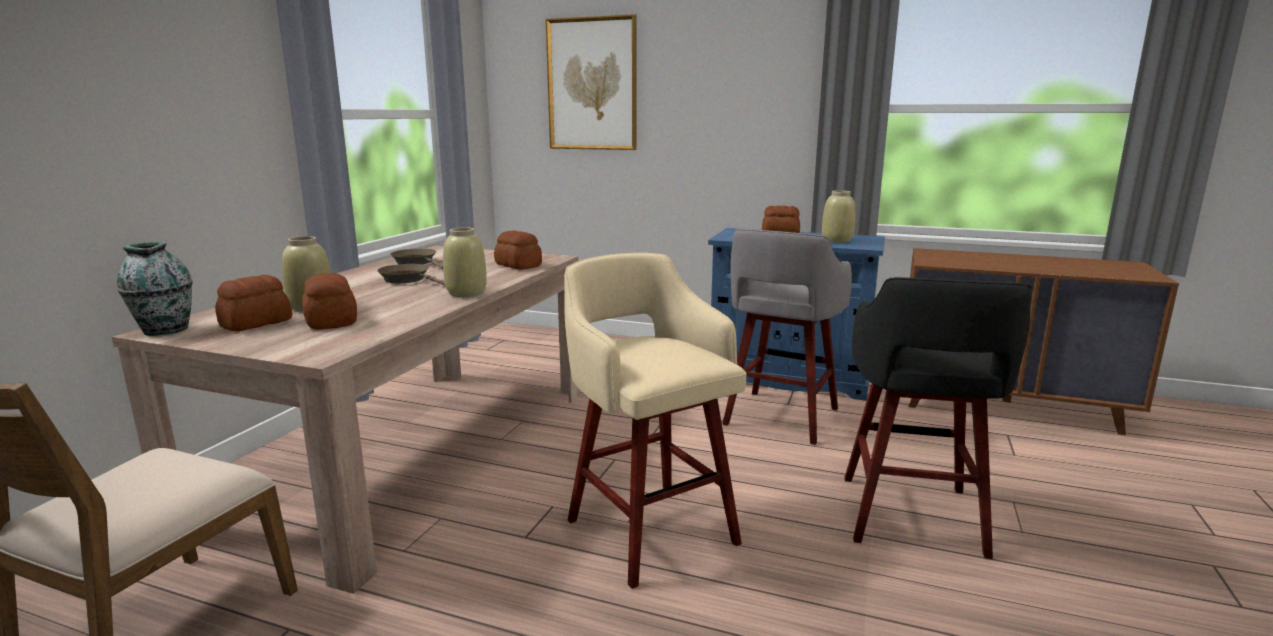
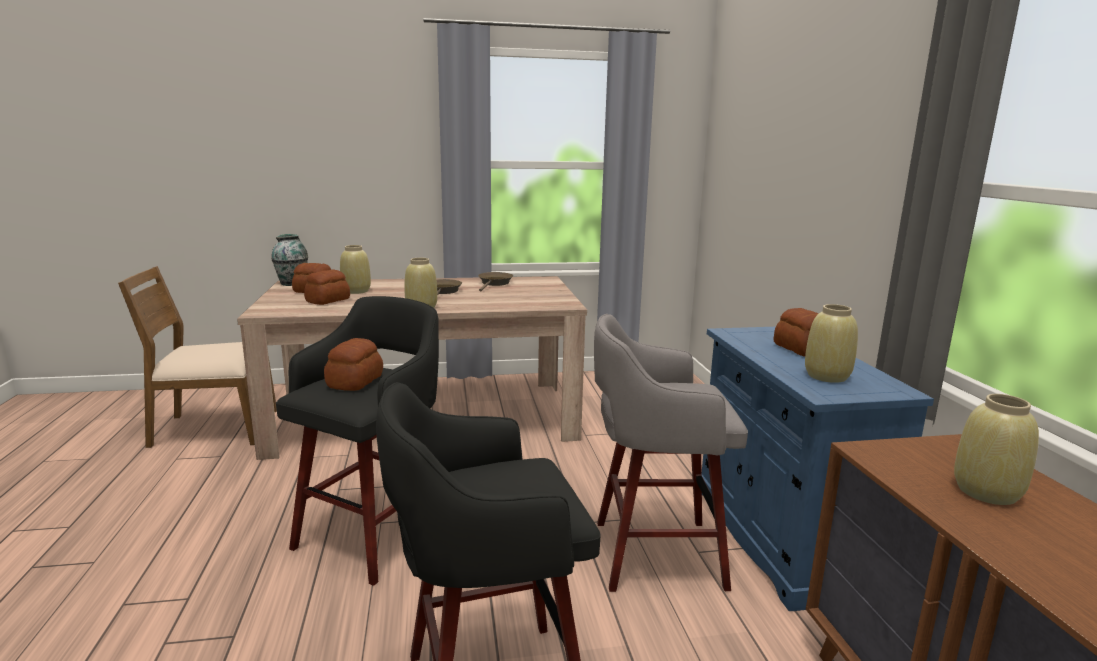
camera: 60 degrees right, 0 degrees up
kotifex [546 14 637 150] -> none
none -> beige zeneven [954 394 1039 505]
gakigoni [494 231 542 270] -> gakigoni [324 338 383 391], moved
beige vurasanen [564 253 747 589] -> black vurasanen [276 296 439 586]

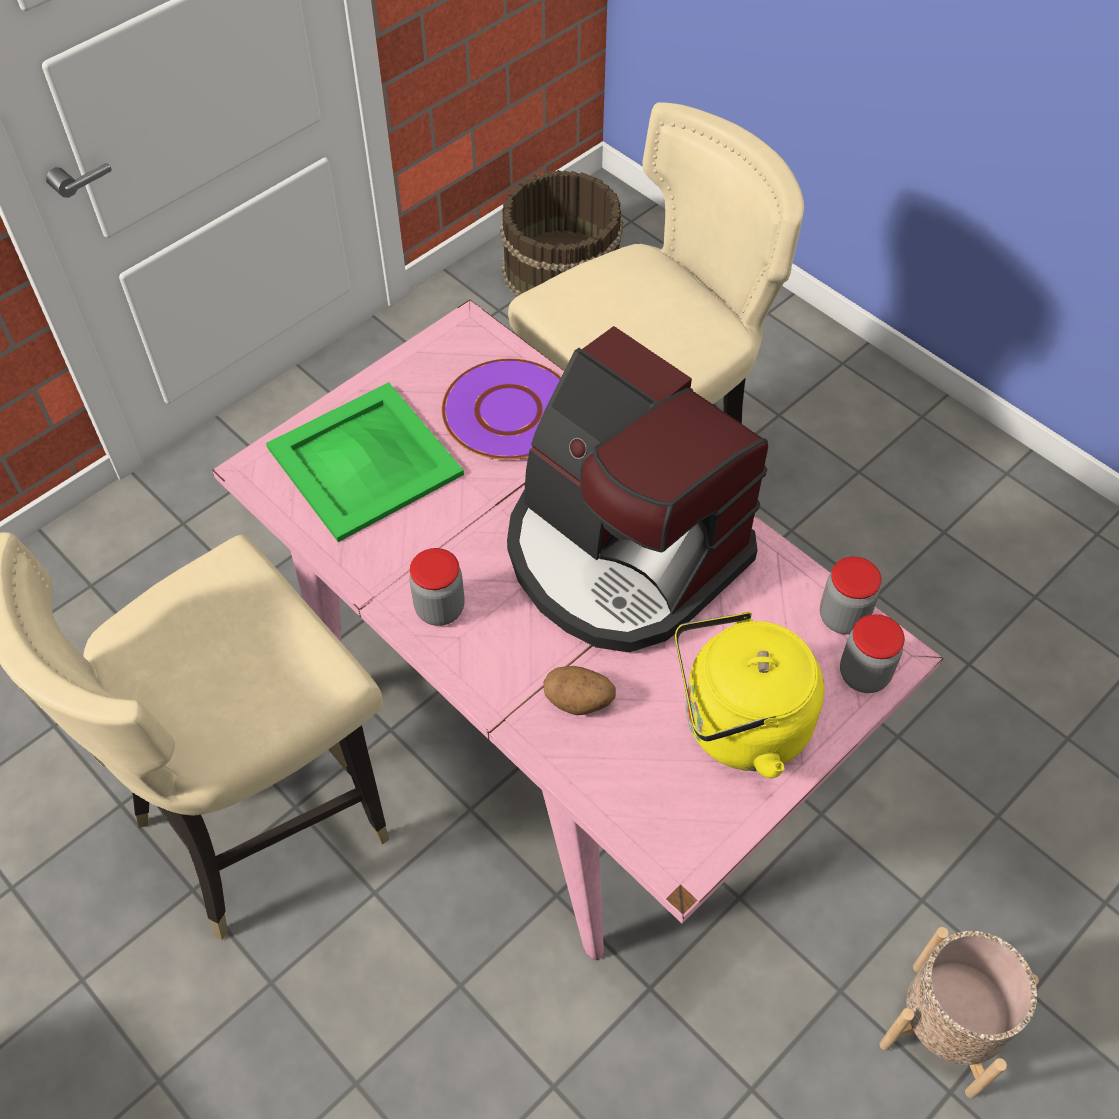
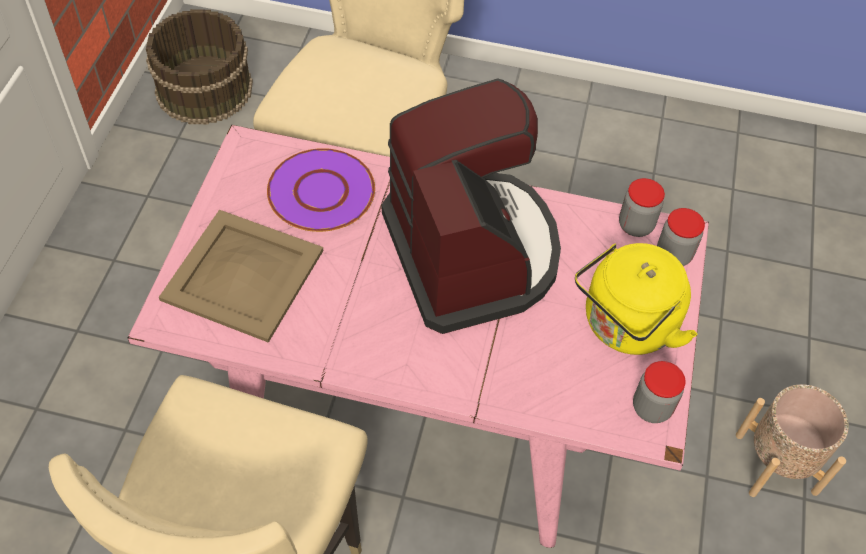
camera: 35 degrees left, 0 degrees up
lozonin [544 666 616 715] -> none
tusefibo [409 548 465 626] -> tusefibo [633 361 686 423], moved
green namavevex [266 382 464 542] -> beige namavevex [159 210 323 343]
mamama [507 326 768 652] -> mamama [382 78 561 334], 120 degrees counterclockwise

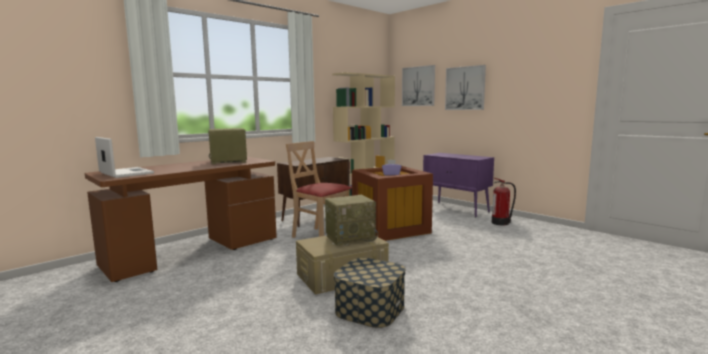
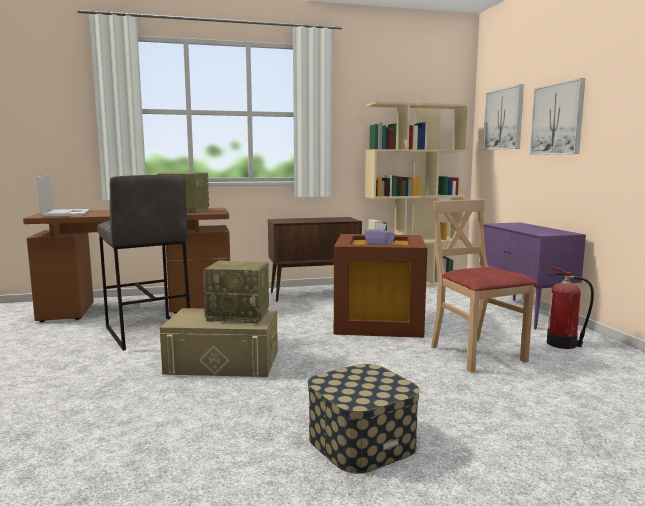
camera: 30 degrees right, 0 degrees up
none -> grey vurasanen [97 175 190 350]
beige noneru [286 141 351 238] -> beige noneru [431 199 537 373], moved
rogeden [334 258 406 328] -> rogeden [308 364 420 473], moved

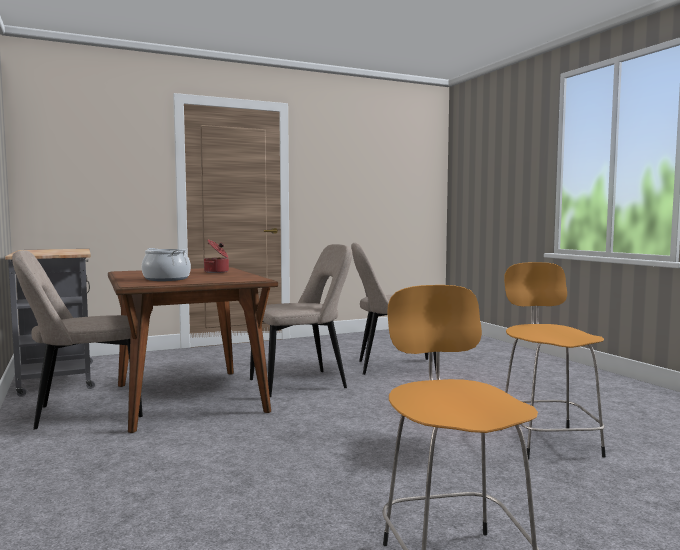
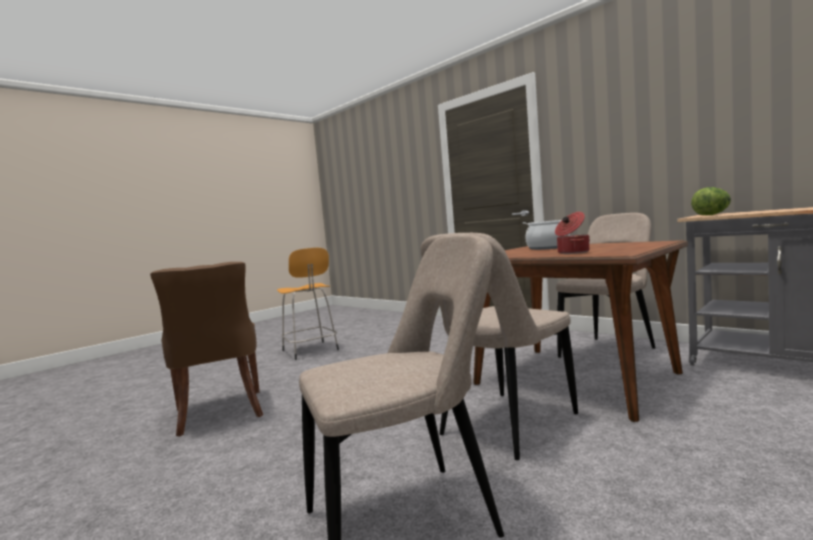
camera: 160 degrees right, 0 degrees up
none -> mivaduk [691 187 731 215]
orange vurasanen [501 262 606 460] -> brown noneru [150 262 263 436]

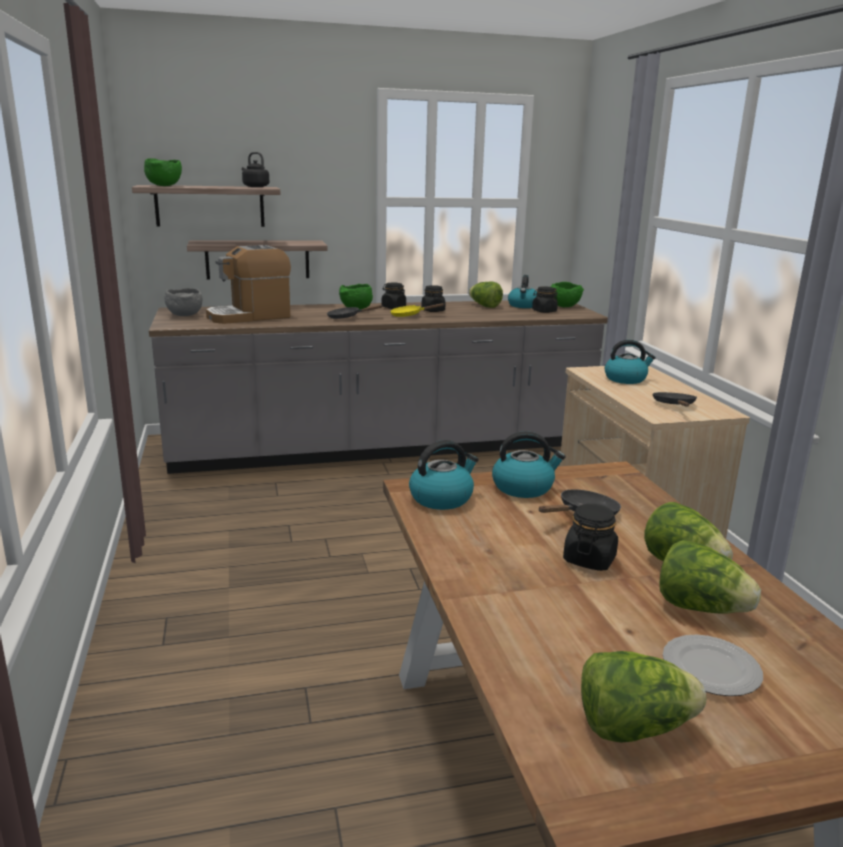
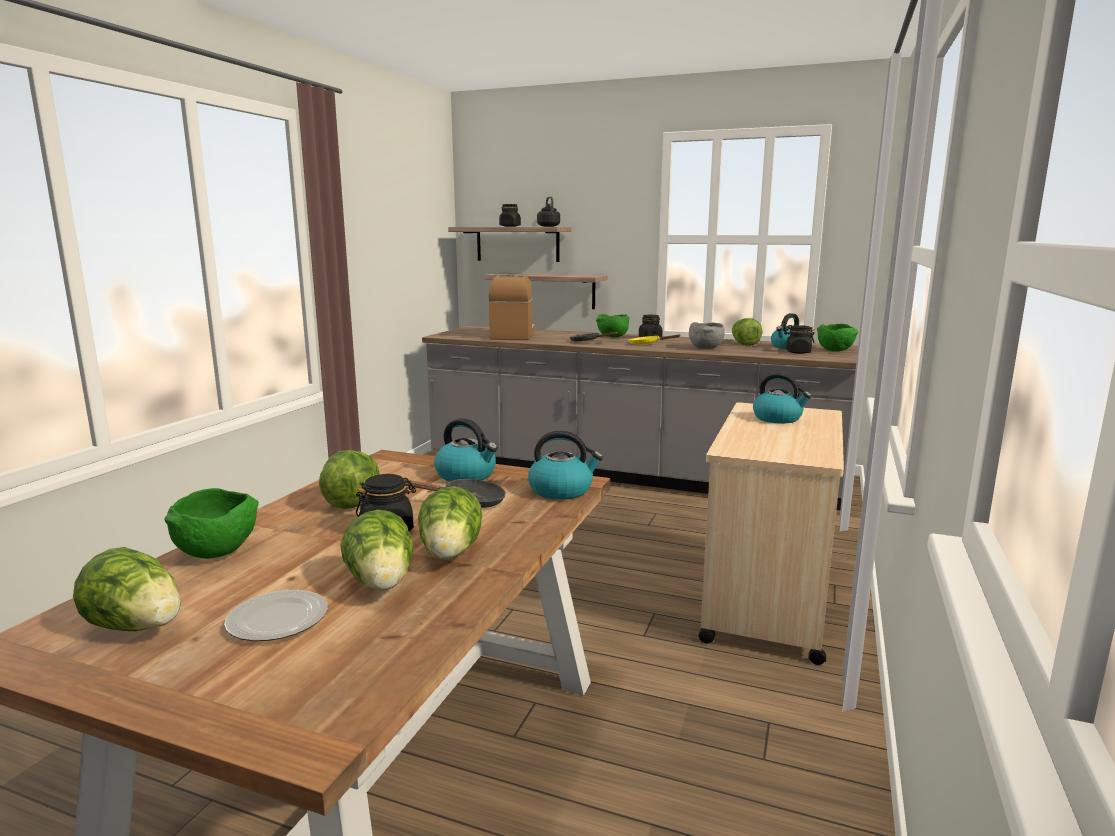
camera: 35 degrees right, 5 degrees down
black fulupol [652 392 697 407] -> none
none -> mivaduk [319 450 379 509]
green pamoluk [144 158 182 186] -> green pamoluk [164 488 259 559], moved
grey pamoluk [165 288 202 316] -> grey pamoluk [689 322 725 349], moved
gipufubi [409 440 479 510] -> gipufubi [528 431 603 500], moved
black tusefibo [421 285 445 312] -> black tusefibo [499 204 521 227], moved
mamama [206 245 291 324] -> mamama [489 274 535 340], 90 degrees clockwise

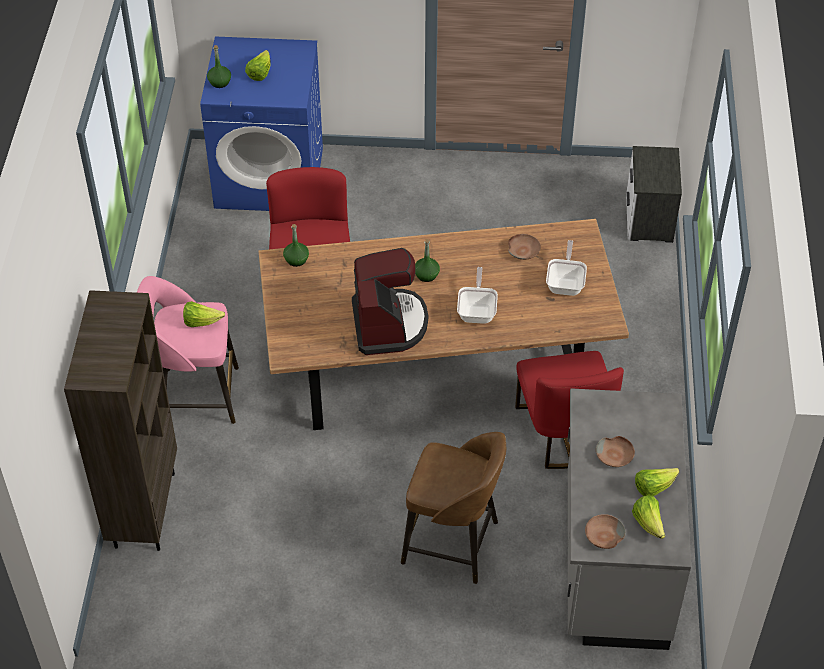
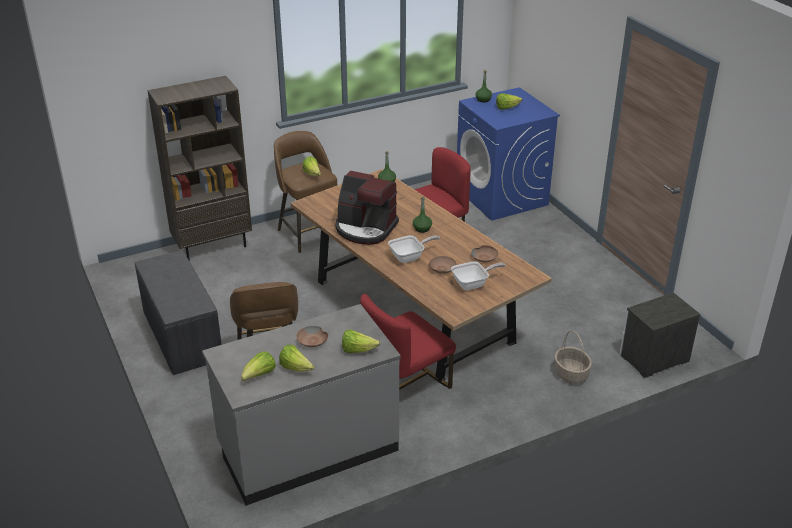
camera: 60 degrees right, 15 degrees down
none -> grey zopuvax [135 250 222 375]
none -> mivaduk [342 329 380 353]
none -> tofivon [555 330 592 384]
brown pamoluk [585 514 626 549] -> brown pamoluk [429 256 457 274], moved
pink vurasanen [137 276 239 424] -> brown vurasanen [274 131 337 253]
mamama [352 248 428 355] -> mamama [335 171 399 245], 60 degrees clockwise

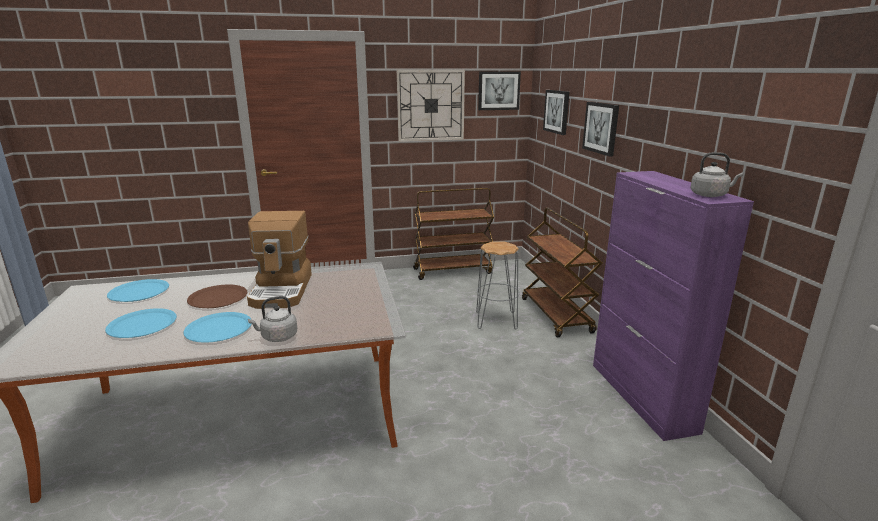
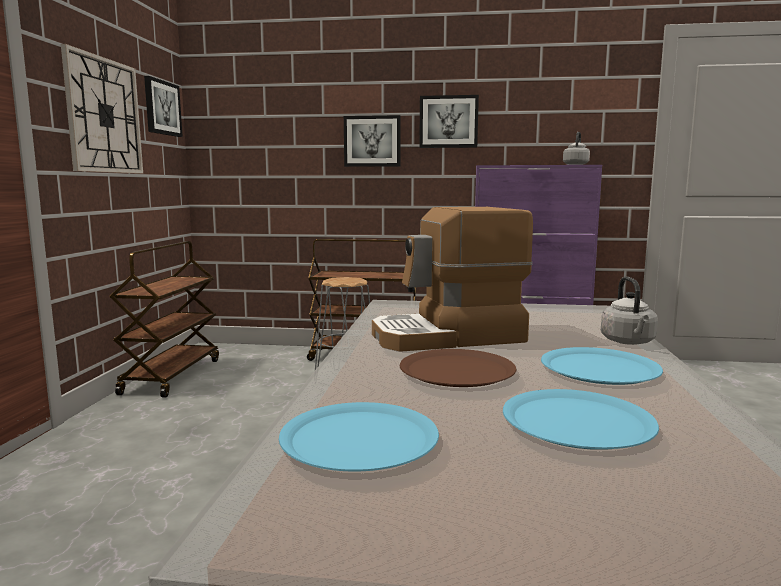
camera: 70 degrees left, 10 degrees down
kotifex [543 90 570 135] -> kotifex [419 95 479 148], moved
mamama [247 211 312 309] -> mamama [372 207 533 352], 150 degrees clockwise

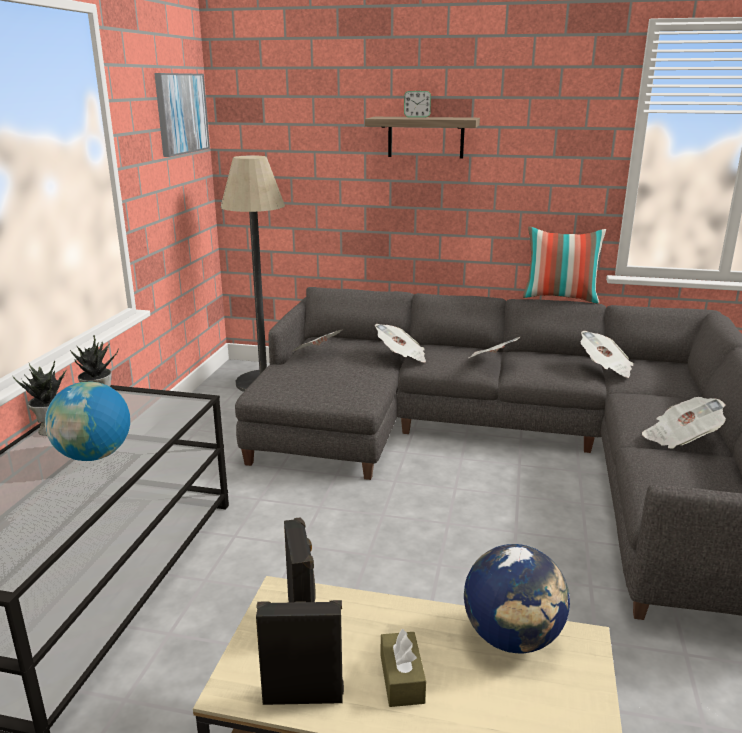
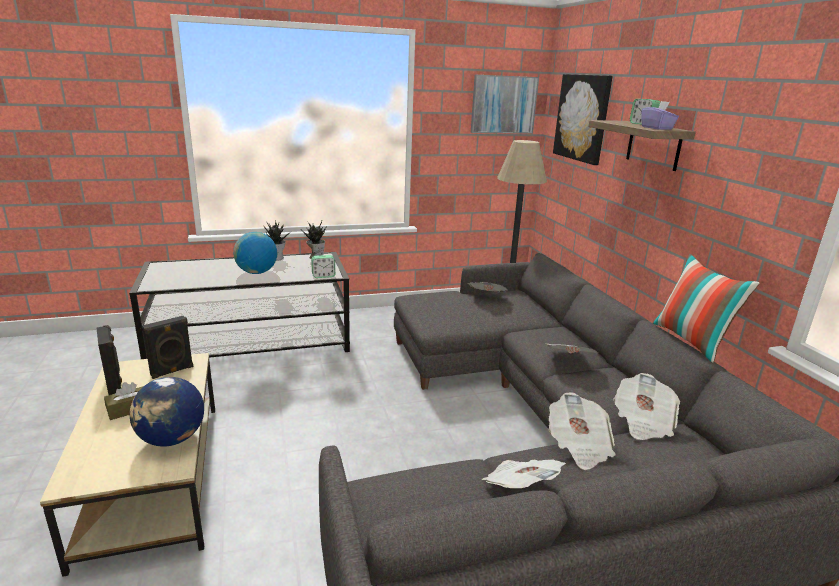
camera: 60 degrees right, 0 degrees up
none -> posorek [311 255 335 278]
none -> kotifex [553 74 613 165]
none -> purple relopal [641 101 679 130]
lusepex [375 324 426 362] -> lusepex [548 392 615 470], moved

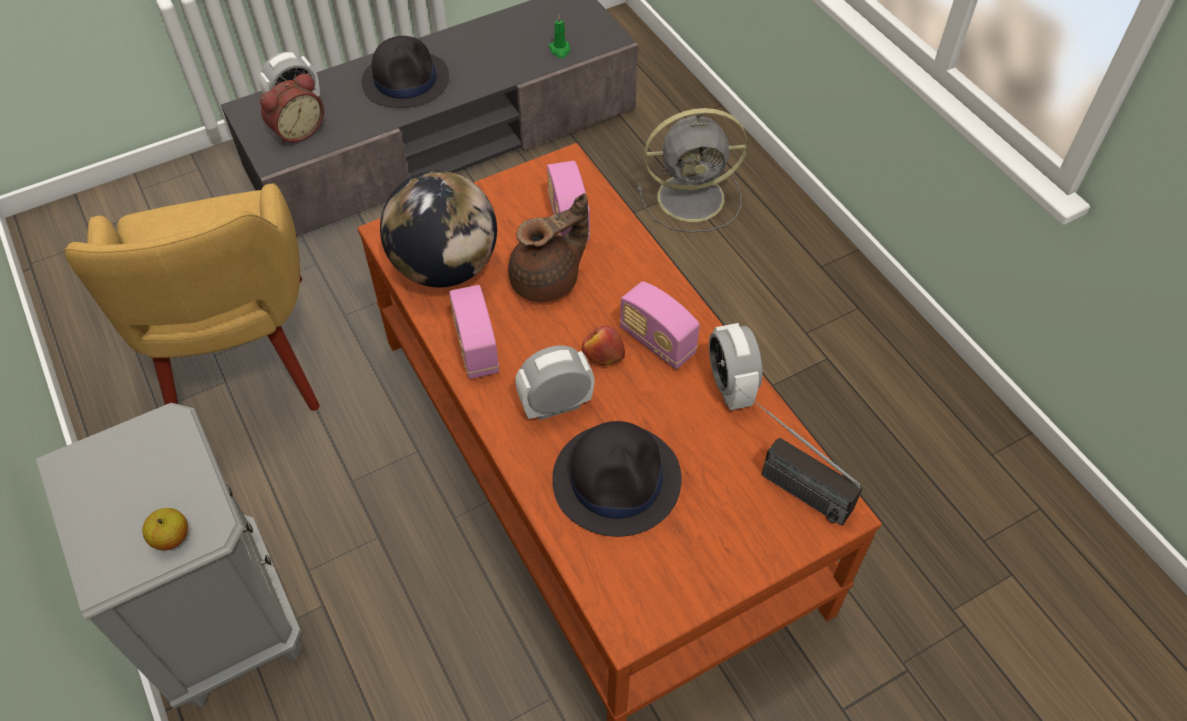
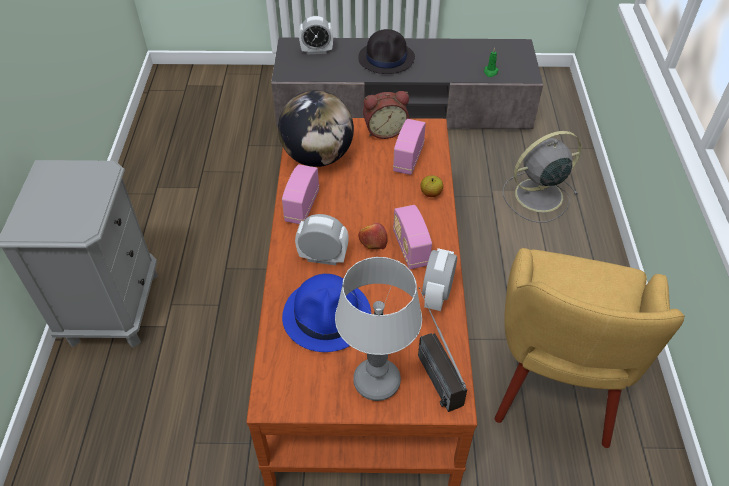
camera: 30 degrees right, 5 degrees down
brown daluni [508 193 588 302] -> none
none -> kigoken [335 257 422 401]
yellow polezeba [64 183 320 411] -> yellow polezeba [495 248 685 448], moved
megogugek [142 508 188 550] -> megogugek [421 175 443 197], moved
posorek [260 73 324 145] -> posorek [363 91 409 139], moved
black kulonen [552 421 682 537] -> blue kulonen [282 274 371 352]
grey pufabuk [637 108 748 233] -> grey pufabuk [503 131 582 223], 135 degrees clockwise

